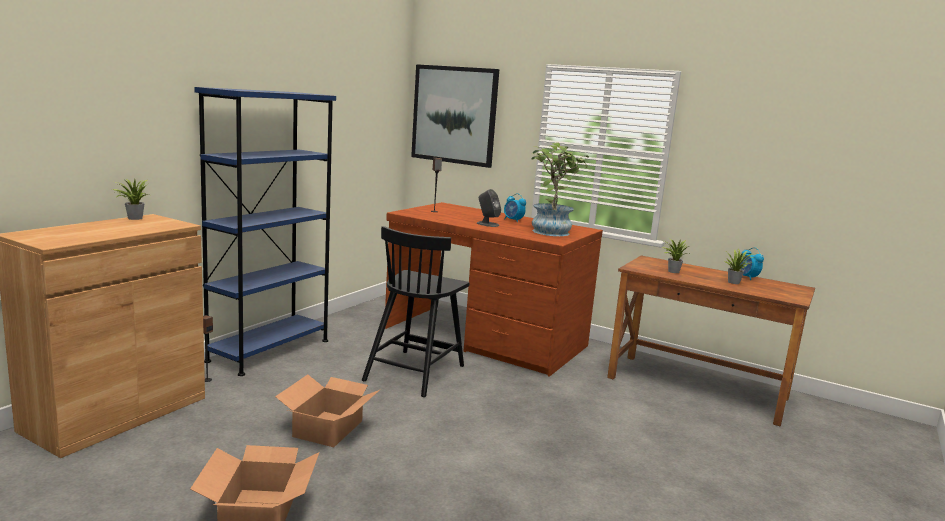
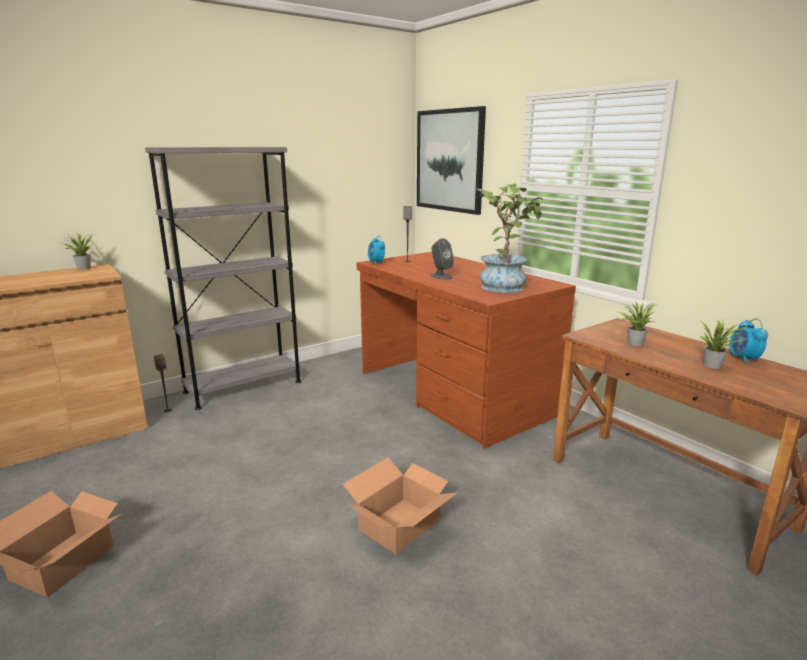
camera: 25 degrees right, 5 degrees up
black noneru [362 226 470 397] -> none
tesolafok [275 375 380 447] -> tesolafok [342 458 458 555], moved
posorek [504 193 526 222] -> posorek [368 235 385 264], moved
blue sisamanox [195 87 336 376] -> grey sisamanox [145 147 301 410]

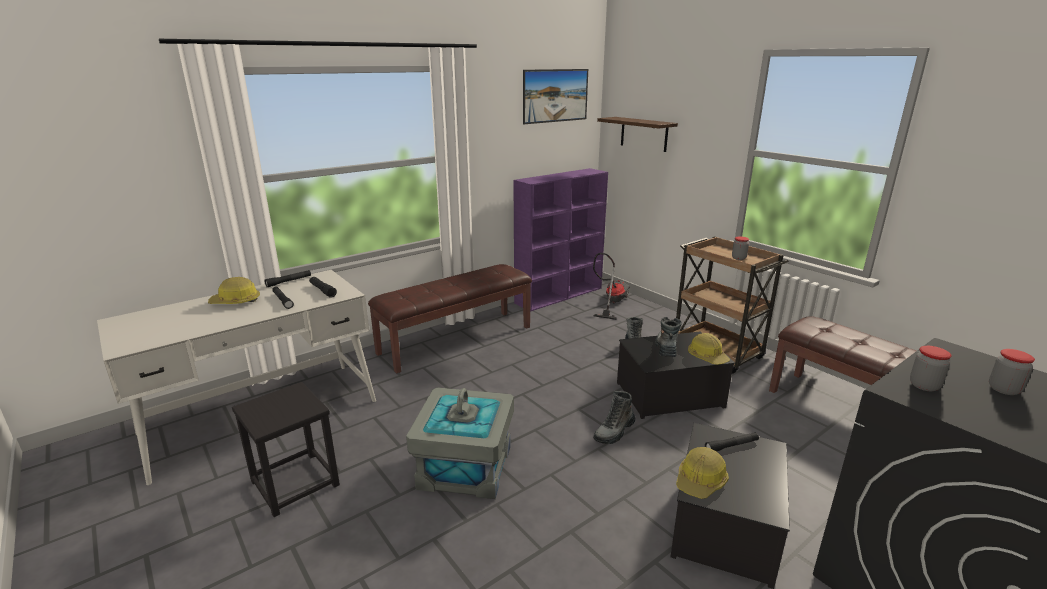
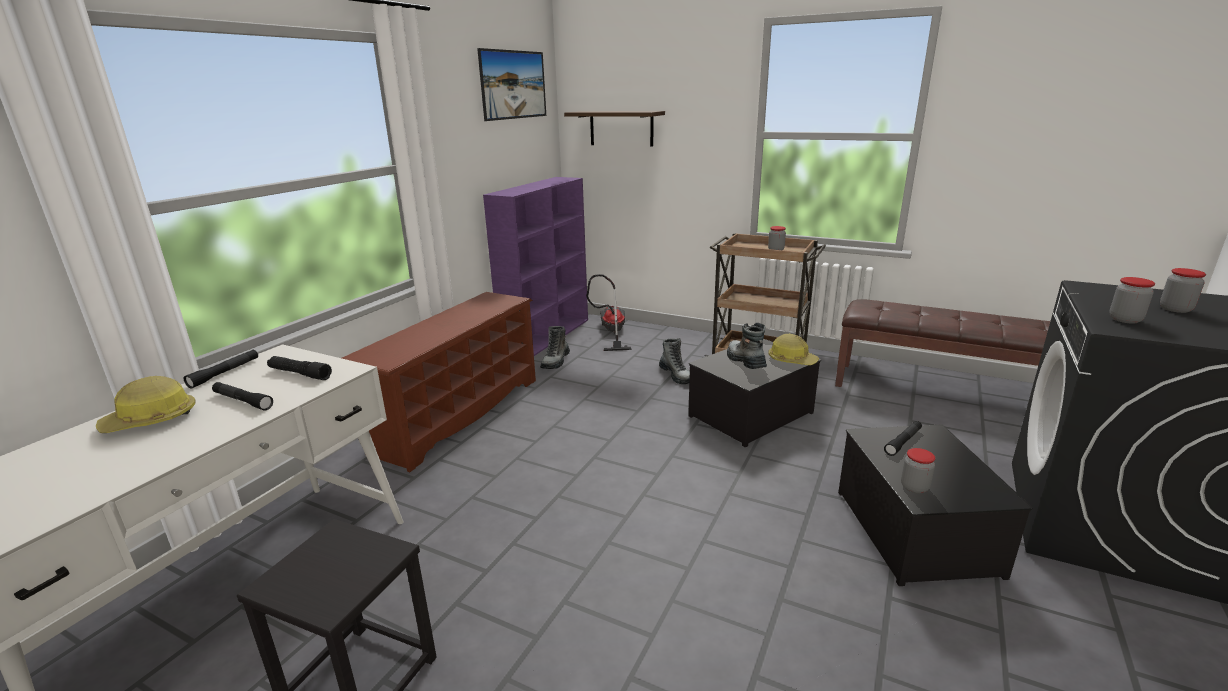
camera: 25 degrees left, 0 degrees up
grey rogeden [406 387 514 499] -> none
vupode [593 391 636 444] -> vupode [540 326 570 369], moved
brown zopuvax [368 264 532 373] -> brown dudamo [342 292 536 472]
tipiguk [676 447 729 499] -> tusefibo [901 448 935 494]

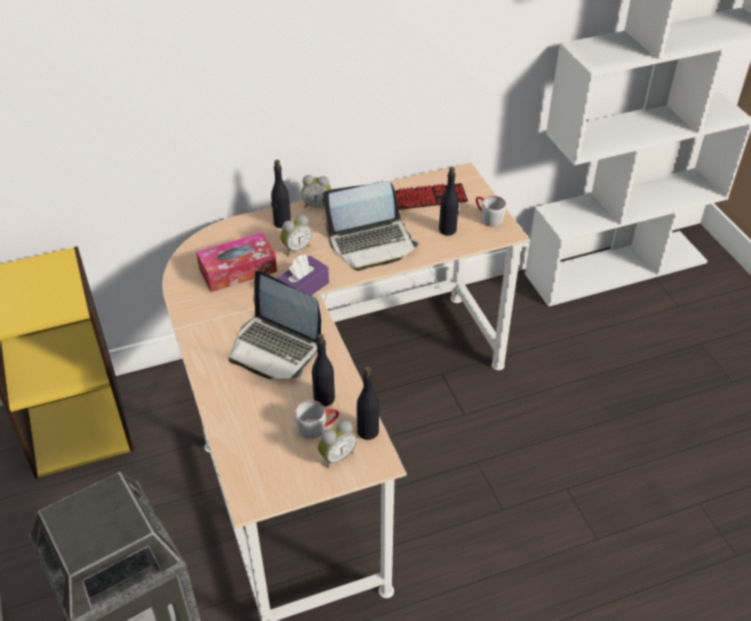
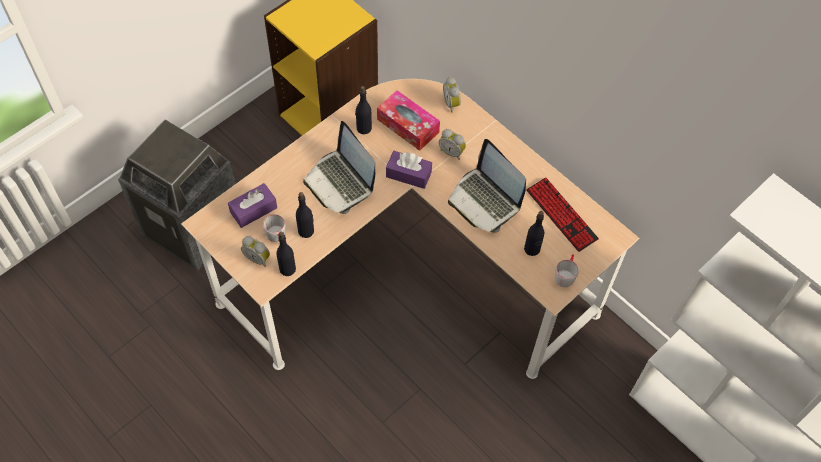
camera: 65 degrees right, 15 degrees up
none -> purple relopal [228 183 277 228]
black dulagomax [271 160 291 228] -> black dulagomax [355 86 372 134], moved
posorek [301 175 331 208] -> posorek [443 77 461 113], moved
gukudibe [229 270 321 379] -> gukudibe [303 121 375 214], 45 degrees counterclockwise

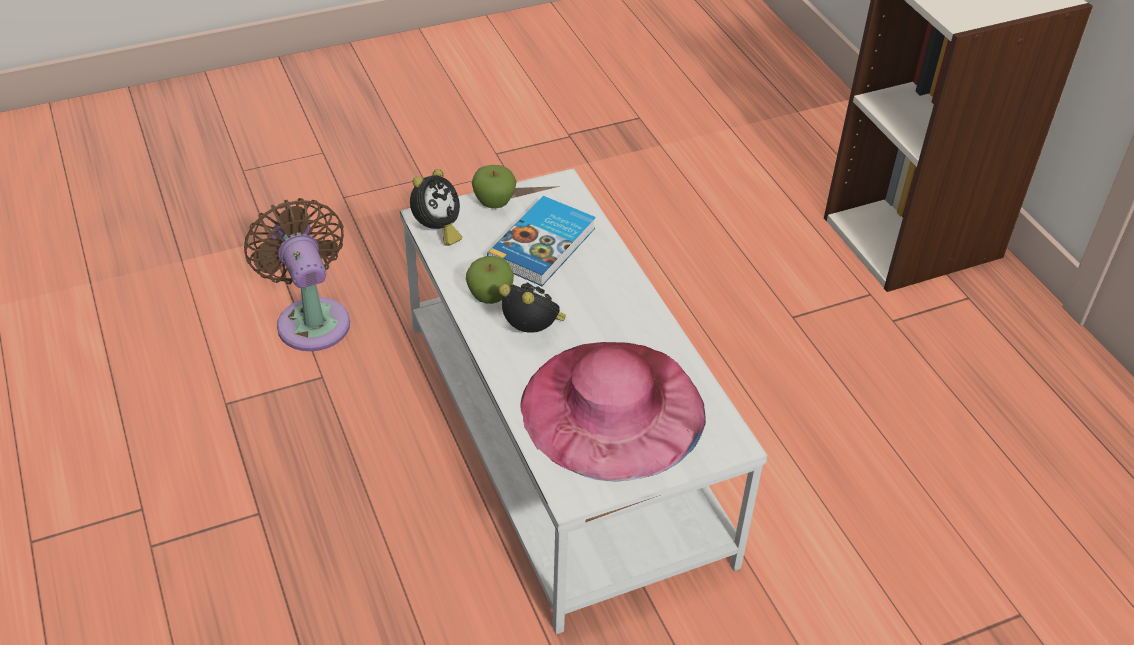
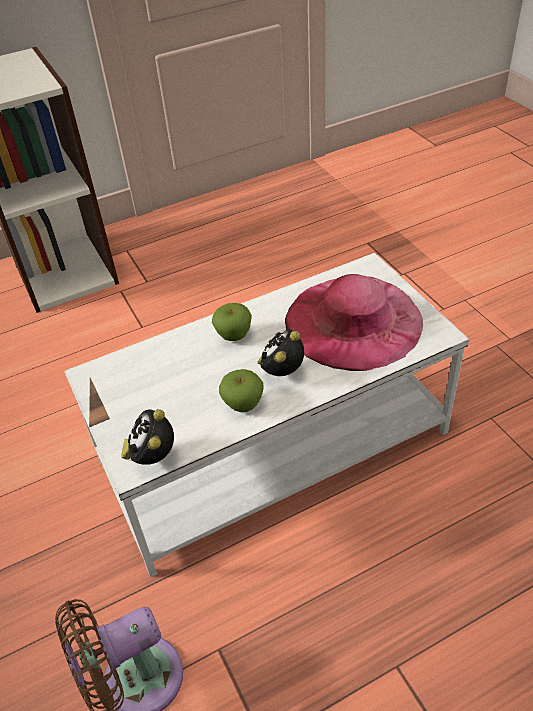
camera: 90 degrees left, 0 degrees up
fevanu [487 196 596 286] -> none
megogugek [472 165 517 208] -> megogugek [212 303 252 341], moved
posorek [410 169 462 246] -> posorek [122 409 174 465], 120 degrees counterclockwise

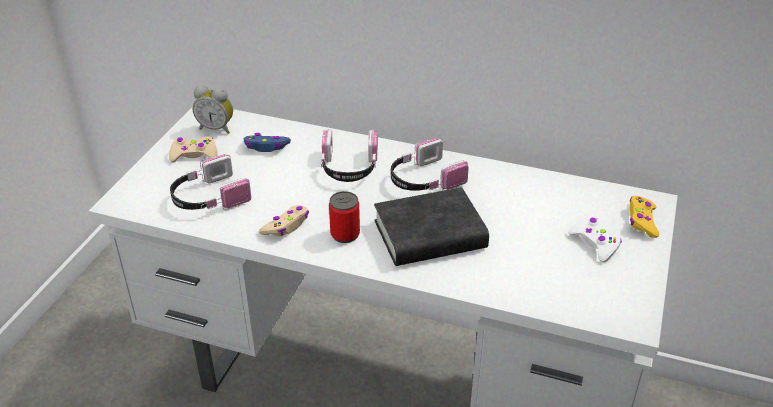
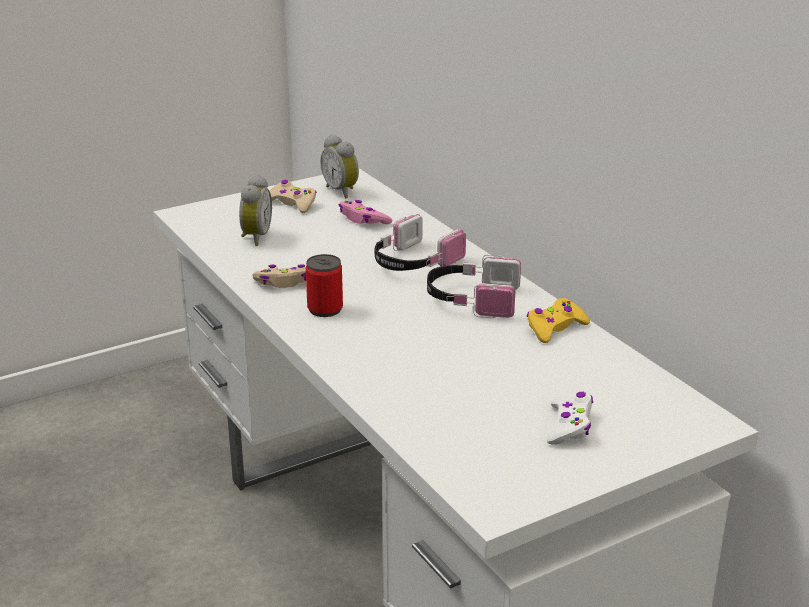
camera: 40 degrees right, 10 degrees down
black fevanu [374 187 489 266] -> none
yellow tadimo [630 196 659 238] -> yellow tadimo [527 298 590 343], moved
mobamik [170 154 251 210] -> posorek [239 175 272 246]
blue tadimo [244 133 291 152] -> pink tadimo [339 200 392 224]

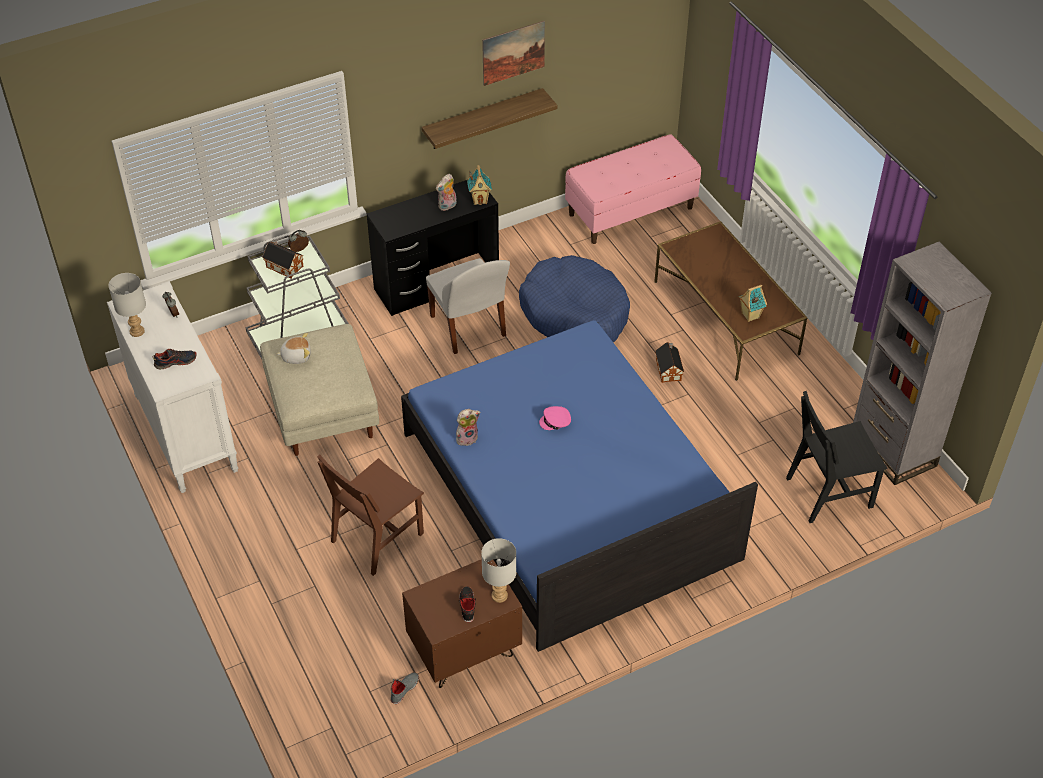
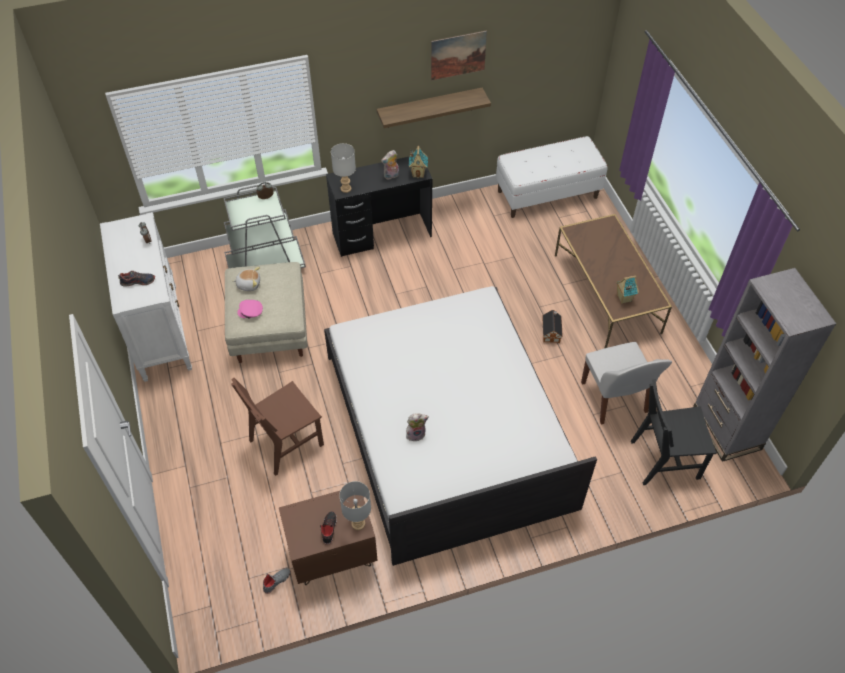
camera: 10 degrees right, 5 degrees up
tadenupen [262 240 304 278] -> none
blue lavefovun [519 255 630 342] -> none
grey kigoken [108 273 146 337] -> grey kigoken [331 143 356 193], moved
white noneru [426 258 510 354] -> white noneru [581 342 672 425], moved
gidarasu [456 409 480 446] -> gidarasu [406 413 429 442], moved
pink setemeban [539 406 571 430] -> pink setemeban [237 300 263 319], moved
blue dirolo [401 320 758 652] -> white dirolo [324 286 597 566]
pink zopuvax [565 134 701 244] -> white zopuvax [496 136 607 218]

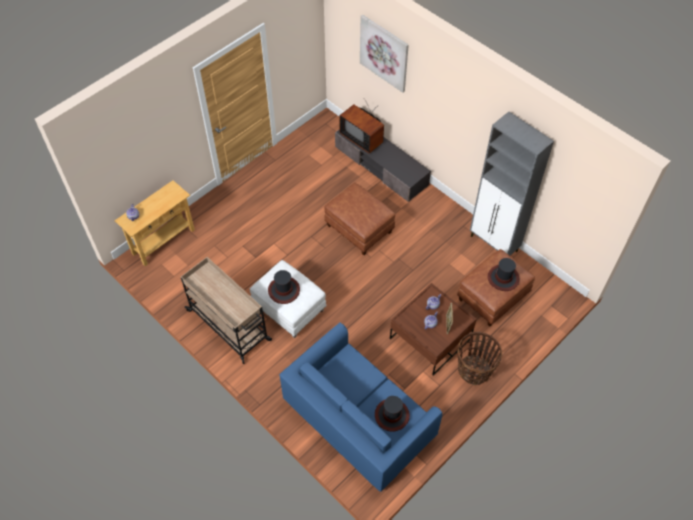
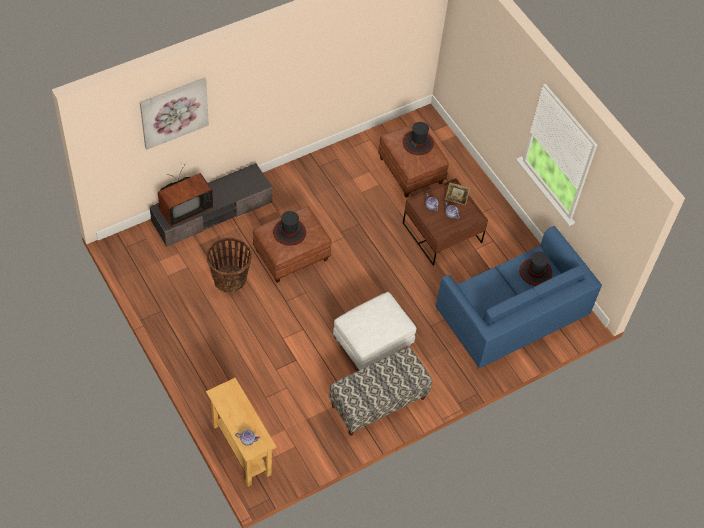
camera: 80 degrees left, 0 degrees up
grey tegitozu [470 112 554 256] -> none
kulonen [268 270 300 304] -> kulonen [273 211 306 246], moved
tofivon [457 332 502 385] -> tofivon [207 238 252 292], moved
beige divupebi [181 257 272 364] -> zopuvax [329 347 432 436]

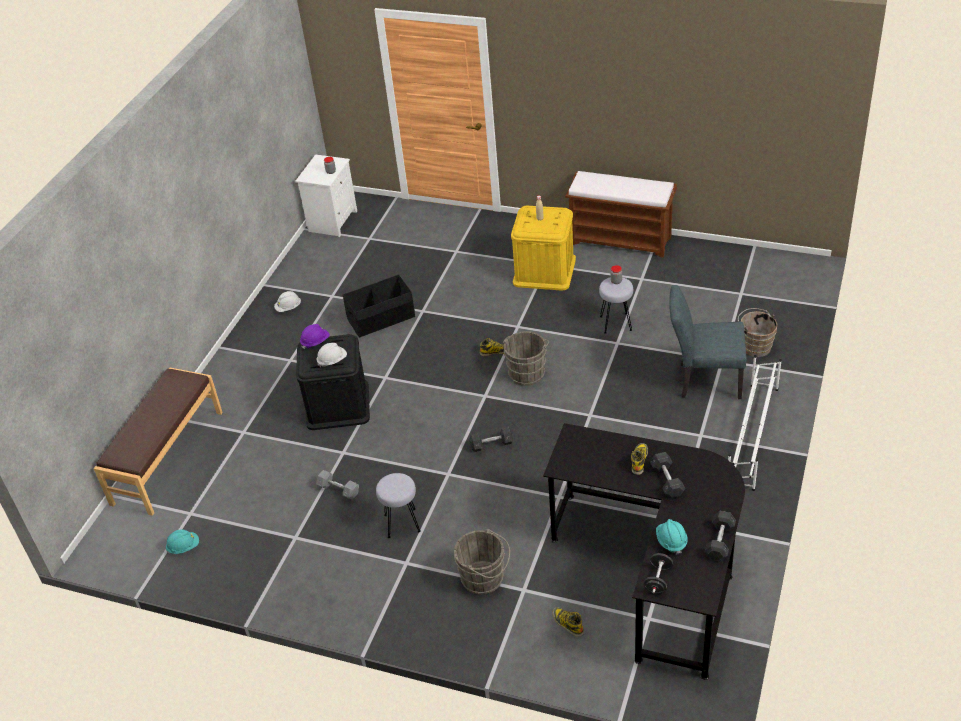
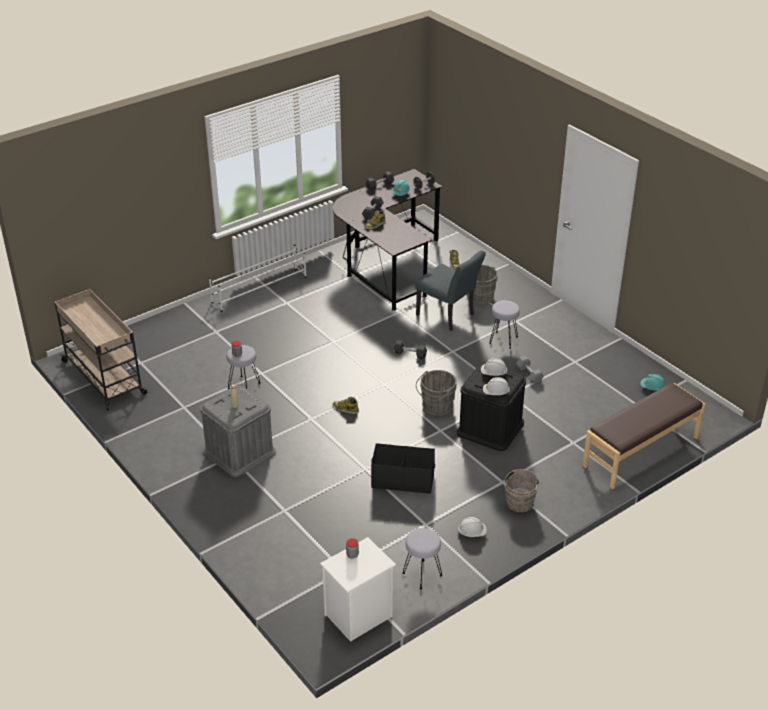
camera: 150 degrees left, 5 degrees down
brown zopuvax [565 171 677 258] -> none
none -> beige divupebi [54 289 147 411]
none -> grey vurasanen [402 528 442 590]
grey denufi [503 331 549 386] -> grey denufi [416 370 457 416], moved
grey noneru [669 285 746 399] -> grey noneru [415 250 486 331], moved
brown denufi [738 308 777 357] -> brown denufi [503 469 540 513], moved
purple tipiguk [300 324 330 349] -> white tipiguk [483 377 510 395]
yellow rogeden [511 206 576 290] -> grey rogeden [200 386 276 477]

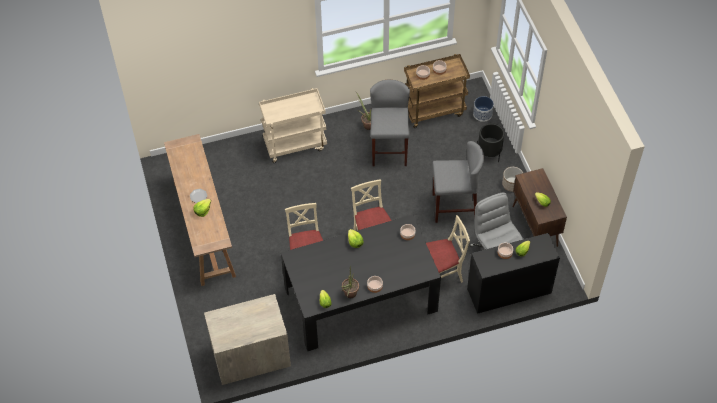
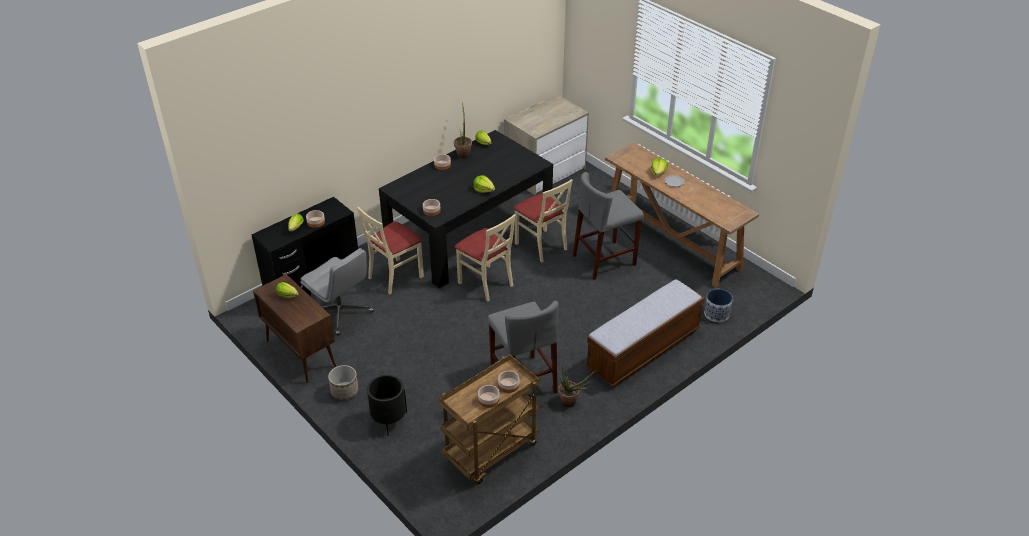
camera: 155 degrees right, 15 degrees down
grey vurasanen [432 141 484 223] -> grey vurasanen [573 172 644 280], moved
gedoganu [473 96 494 122] -> gedoganu [704 289 733 322], moved
beige divupebi [259 88 327 163] -> zopuvax [586 279 705 387]

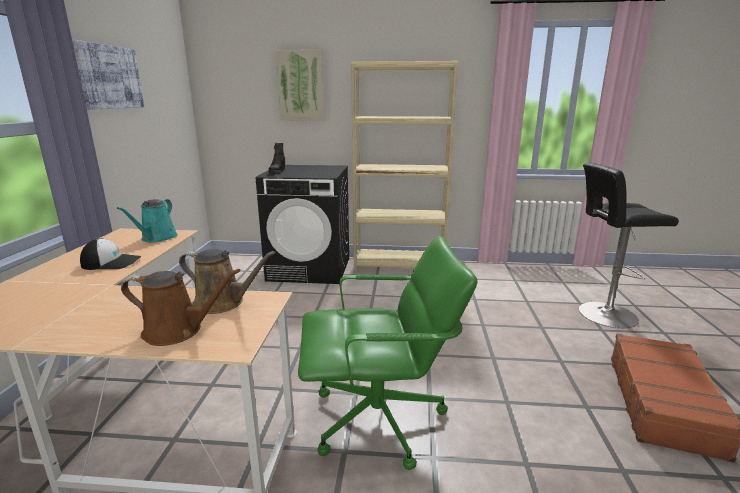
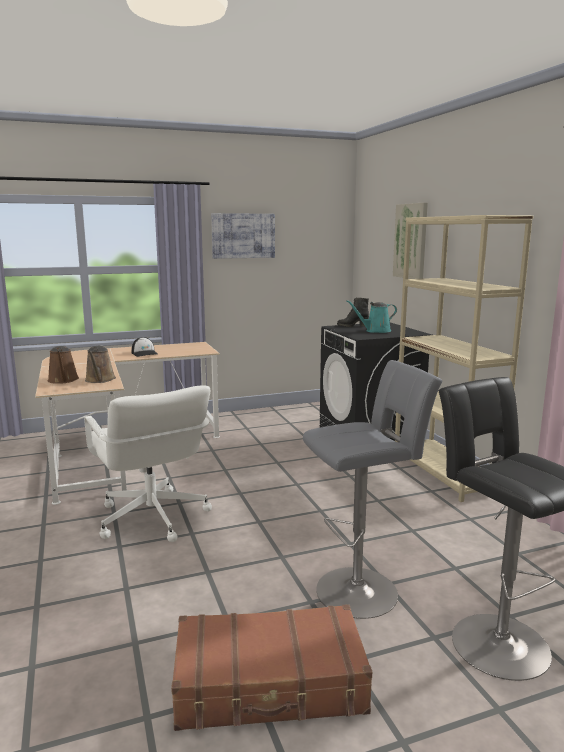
camera: 65 degrees right, 5 degrees down
none -> grey vurasanen [303 360 442 619]
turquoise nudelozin [117 199 178 242] -> turquoise nudelozin [346 300 397 333], moved
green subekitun [298 236 477 470] -> white subekitun [84 386 212 542]

